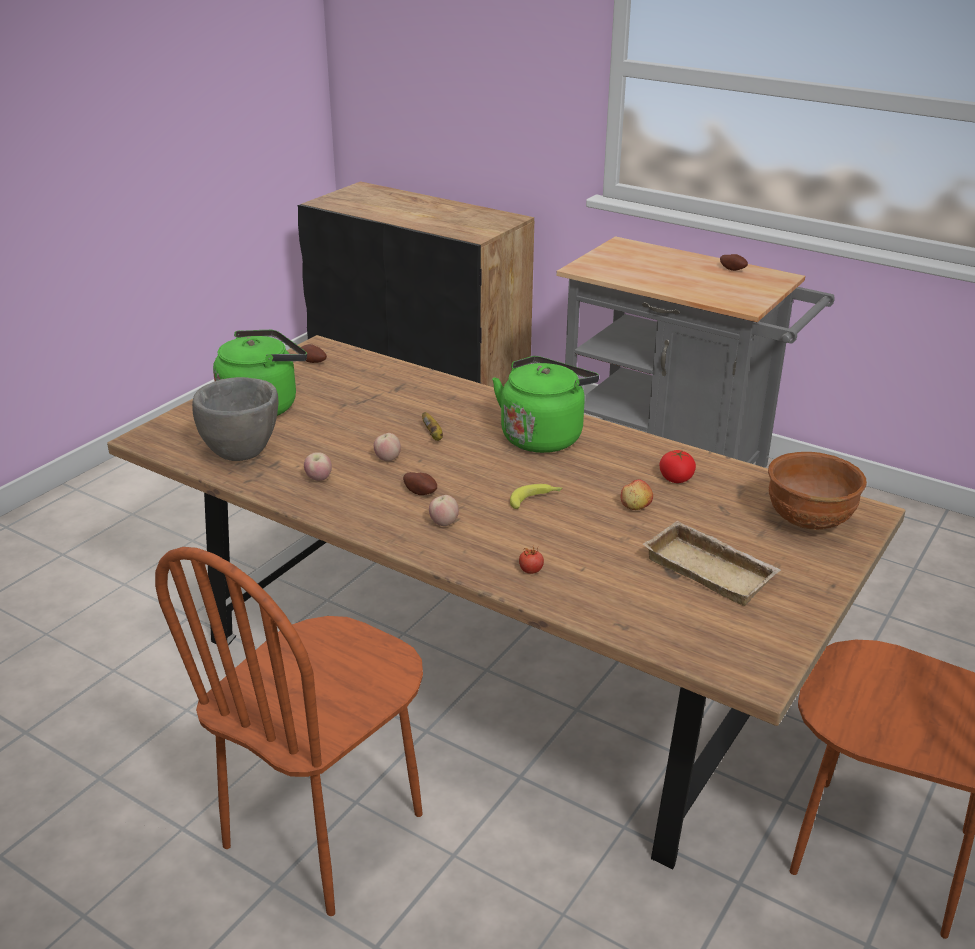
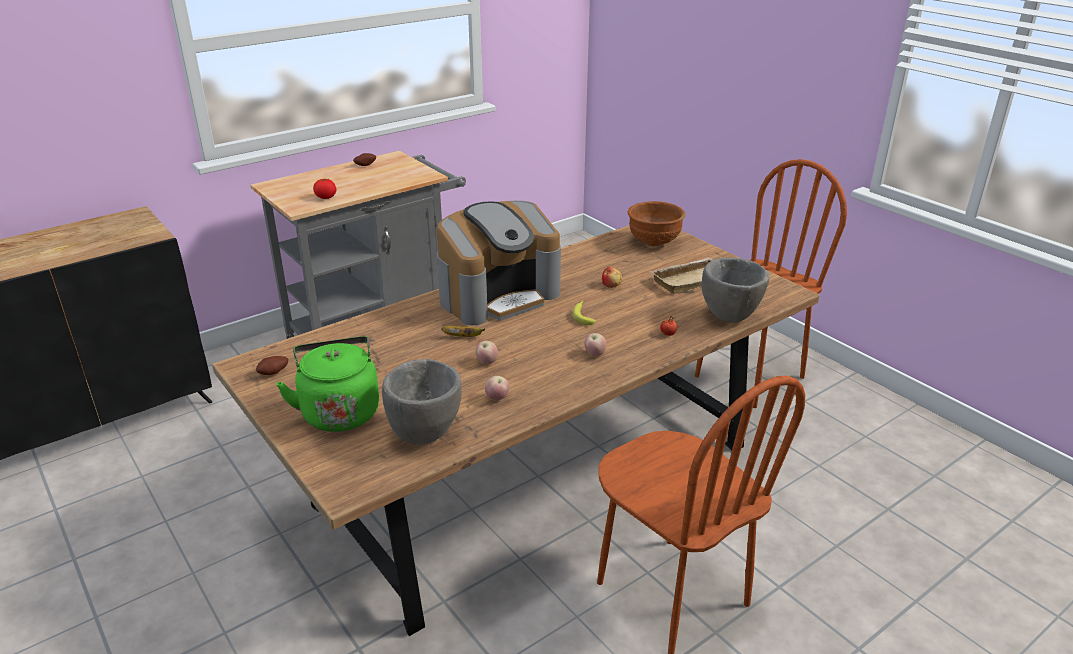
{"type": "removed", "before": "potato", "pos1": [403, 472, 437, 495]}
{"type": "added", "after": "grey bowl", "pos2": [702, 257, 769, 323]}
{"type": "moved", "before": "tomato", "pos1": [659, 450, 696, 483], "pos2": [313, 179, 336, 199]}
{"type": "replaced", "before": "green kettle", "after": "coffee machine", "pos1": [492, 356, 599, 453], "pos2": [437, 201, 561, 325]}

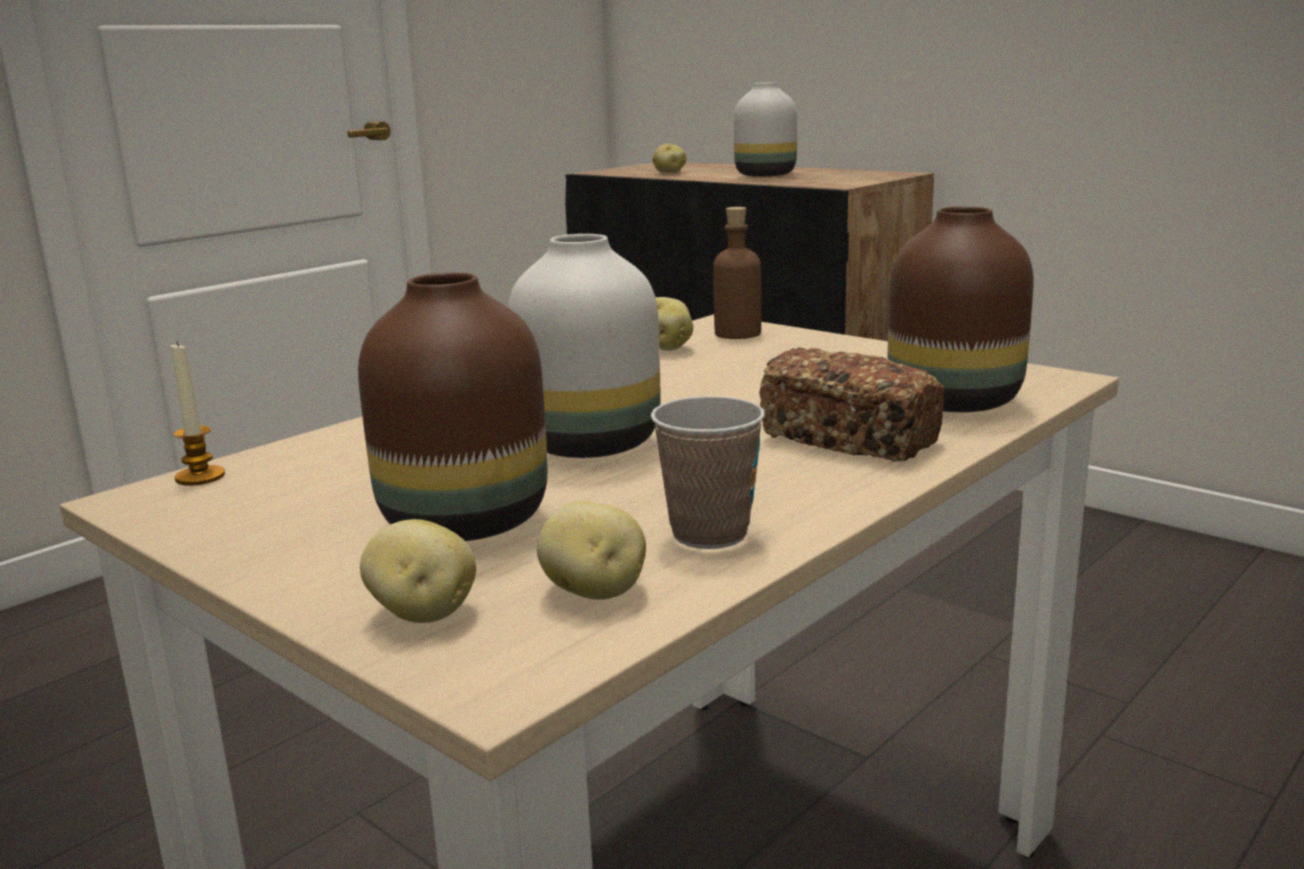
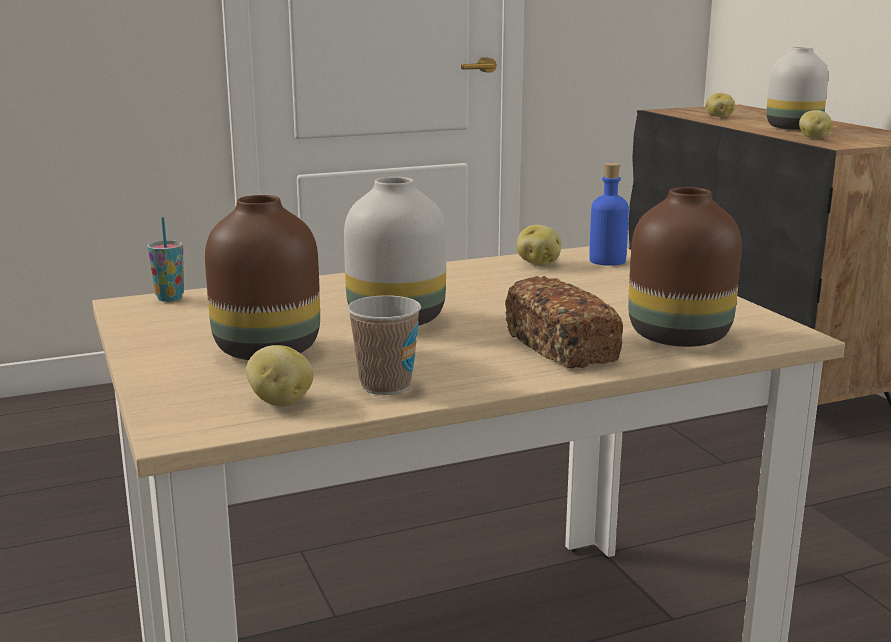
{"type": "moved", "before": "potato", "pos1": [360, 519, 476, 623], "pos2": [799, 110, 833, 139]}
{"type": "replaced", "before": "candle", "after": "cup", "pos1": [170, 341, 225, 486], "pos2": [148, 217, 184, 302]}
{"type": "recoloured", "before": "brown bottle", "after": "blue bottle", "pos1": [713, 207, 761, 339], "pos2": [589, 163, 629, 266]}

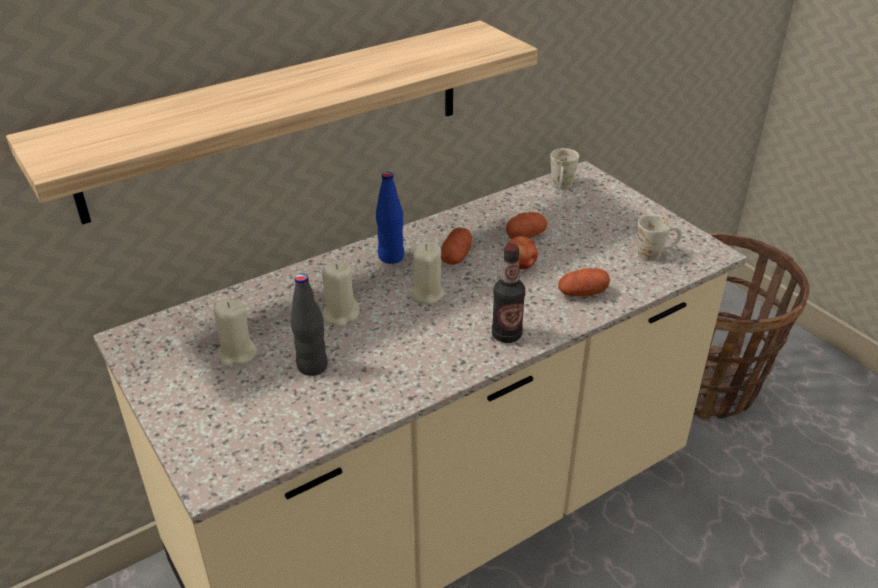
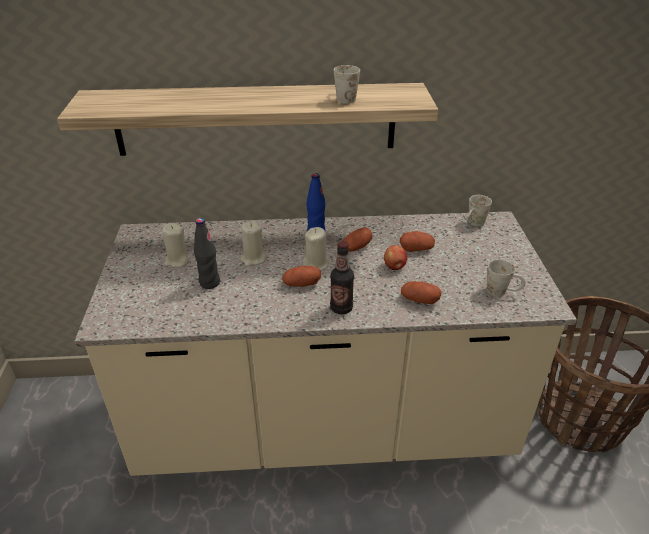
{"type": "added", "after": "potato", "pos2": [282, 266, 321, 287]}
{"type": "added", "after": "white mug", "pos2": [334, 65, 360, 104]}

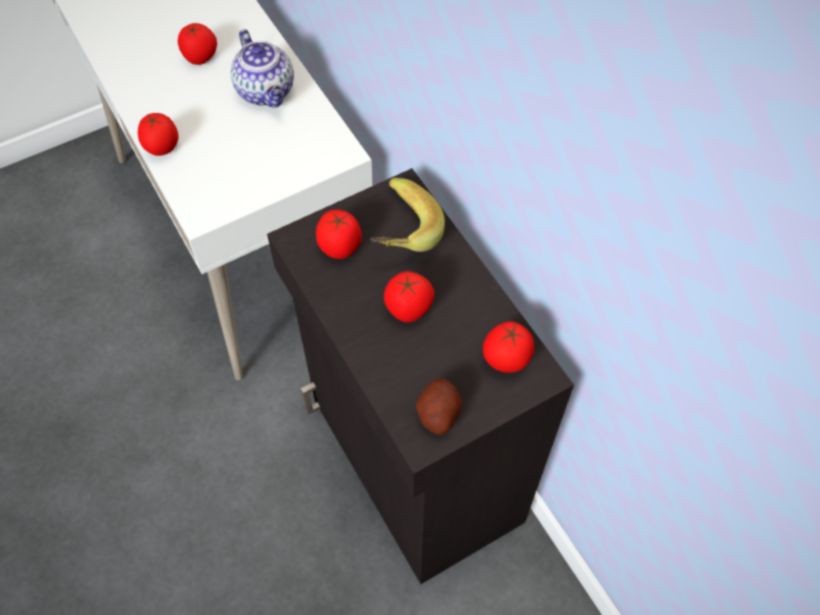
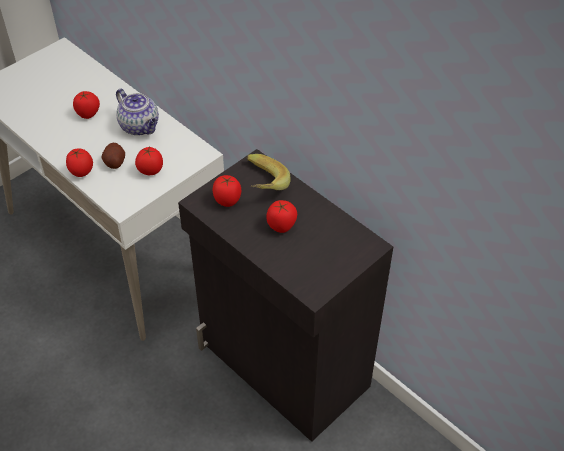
{"type": "moved", "before": "potato", "pos1": [416, 378, 462, 435], "pos2": [102, 143, 125, 169]}
{"type": "moved", "before": "tomato", "pos1": [483, 321, 534, 373], "pos2": [135, 147, 163, 175]}

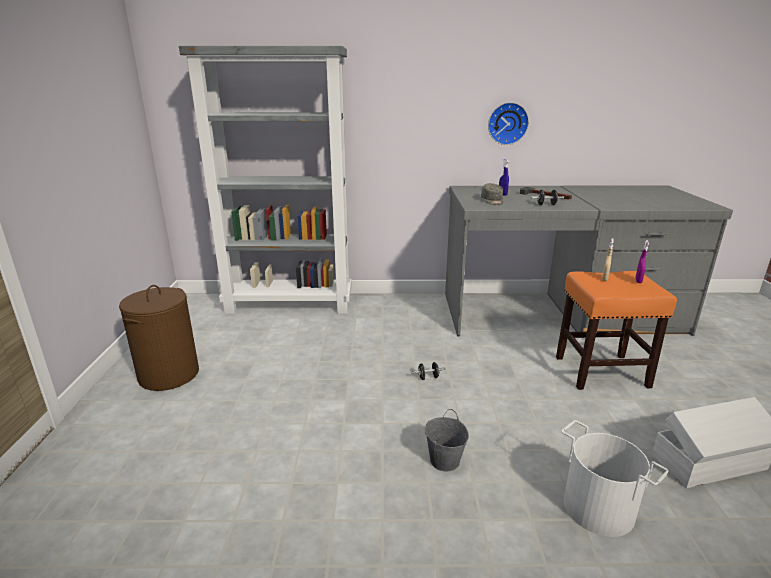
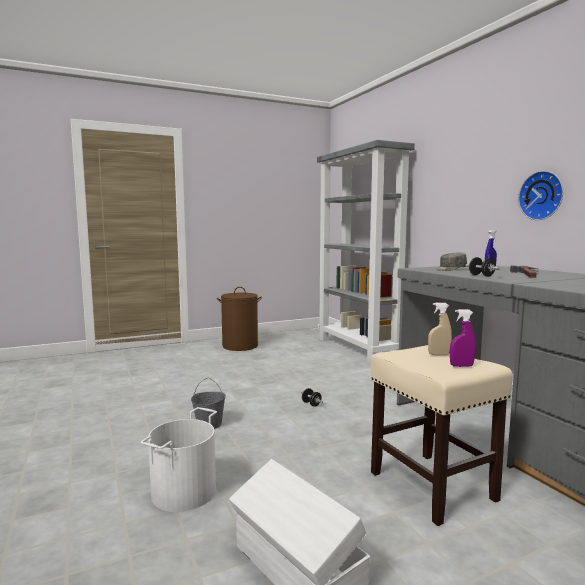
{"type": "recoloured", "before": "orange stool", "after": "beige stool", "pos1": [556, 271, 677, 390], "pos2": [371, 345, 513, 526]}

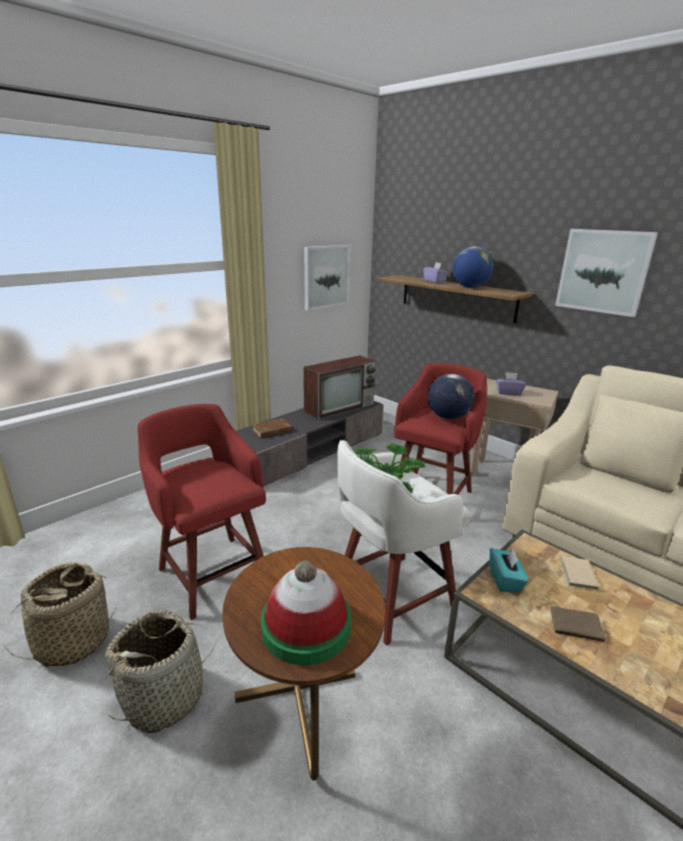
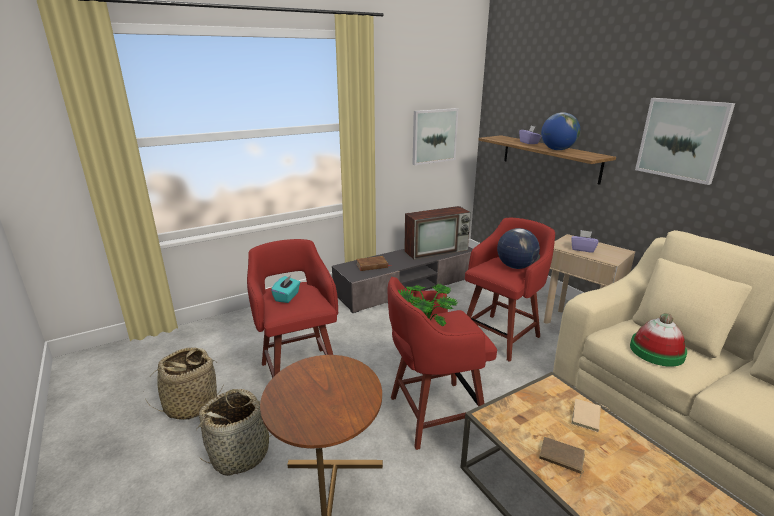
{"type": "moved", "before": "hat", "pos1": [261, 560, 352, 665], "pos2": [630, 313, 687, 367]}
{"type": "moved", "before": "turquoise tissue box", "pos1": [489, 548, 528, 592], "pos2": [271, 275, 300, 303]}
{"type": "recoloured", "before": "white stool", "after": "red stool", "pos1": [338, 440, 471, 646], "pos2": [388, 277, 497, 450]}

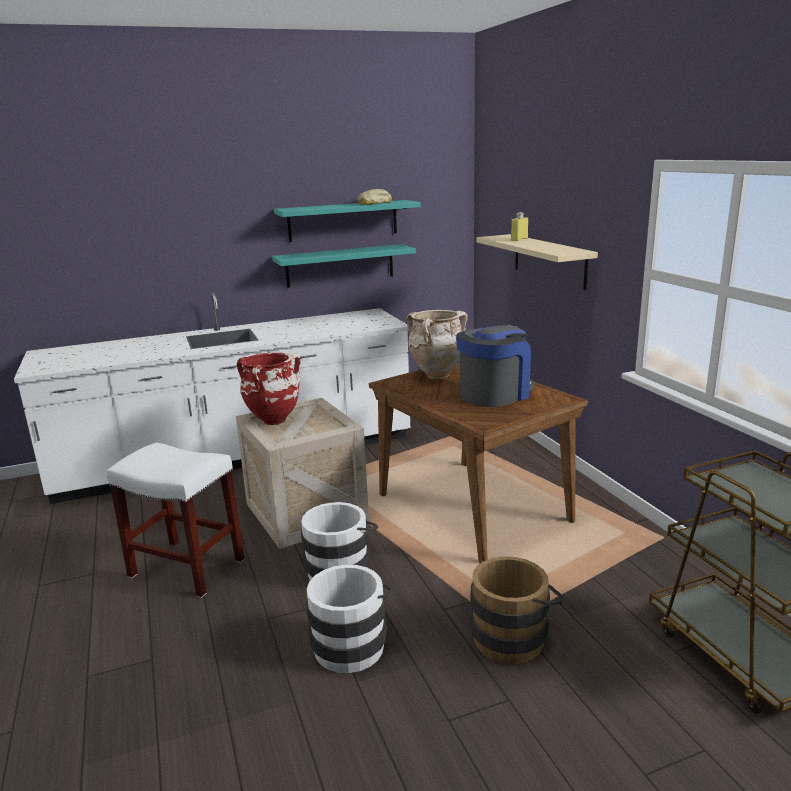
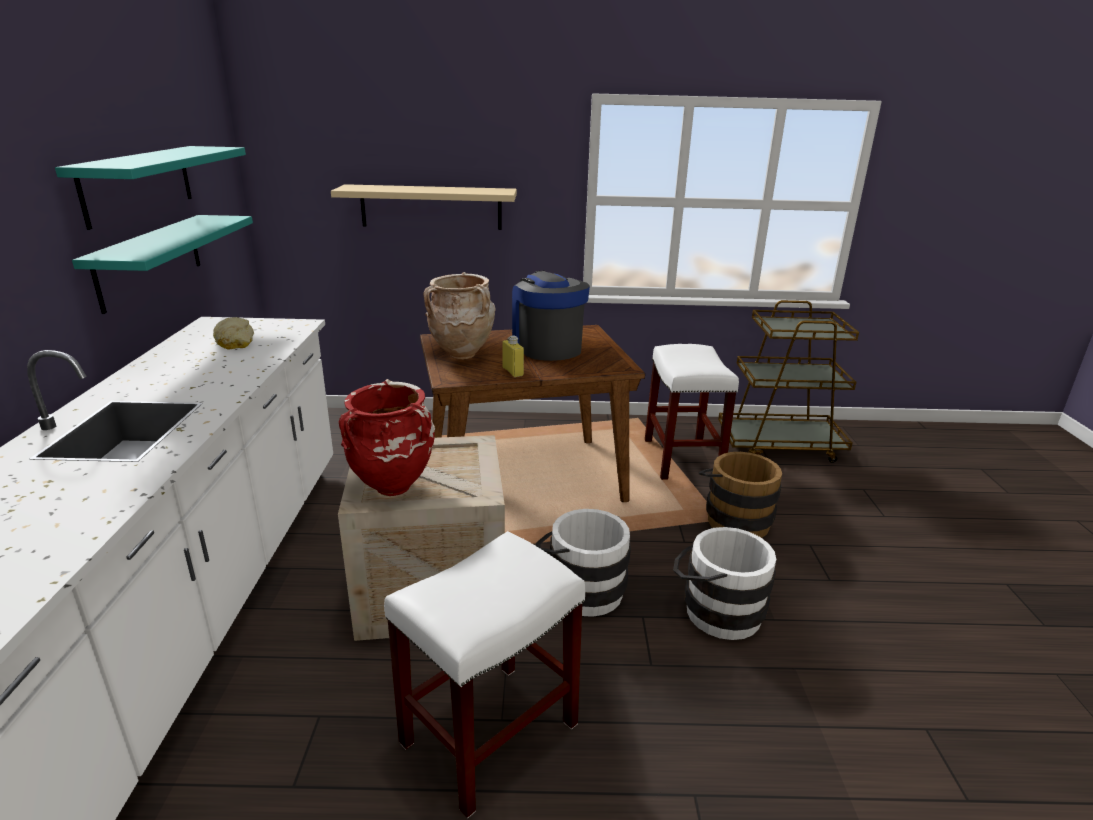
{"type": "added", "after": "white stool", "pos2": [645, 344, 739, 480]}
{"type": "moved", "before": "bread", "pos1": [358, 189, 392, 205], "pos2": [213, 317, 254, 349]}
{"type": "moved", "before": "yellow bottle", "pos1": [511, 212, 528, 241], "pos2": [502, 335, 524, 377]}

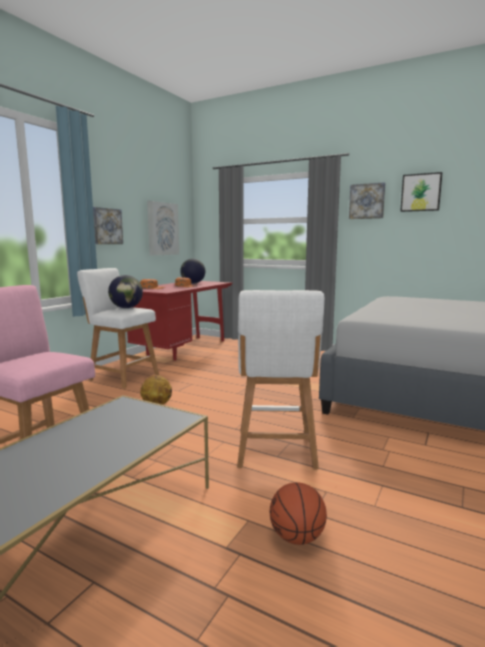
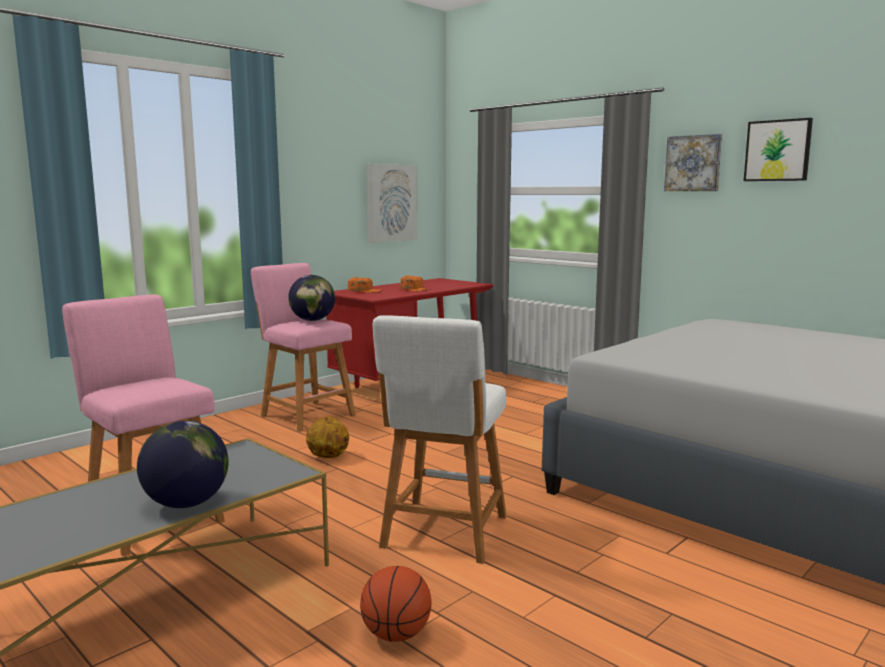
{"type": "removed", "before": "picture", "pos1": [93, 207, 123, 244]}
{"type": "moved", "before": "globe", "pos1": [180, 259, 205, 284], "pos2": [137, 421, 229, 508]}
{"type": "recoloured", "before": "white stool", "after": "pink stool", "pos1": [77, 268, 159, 389], "pos2": [251, 263, 356, 432]}

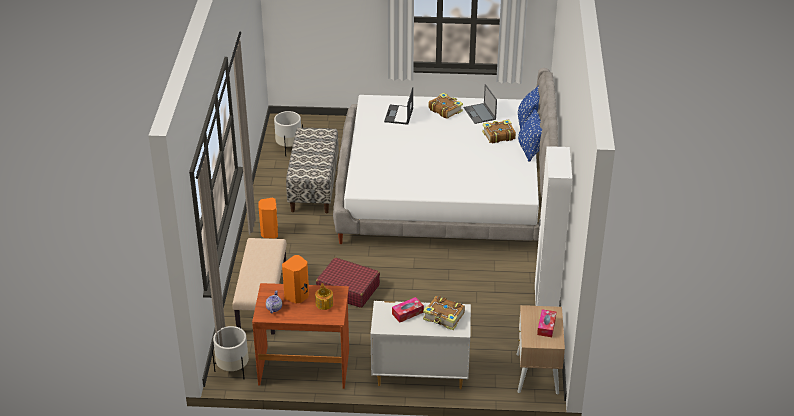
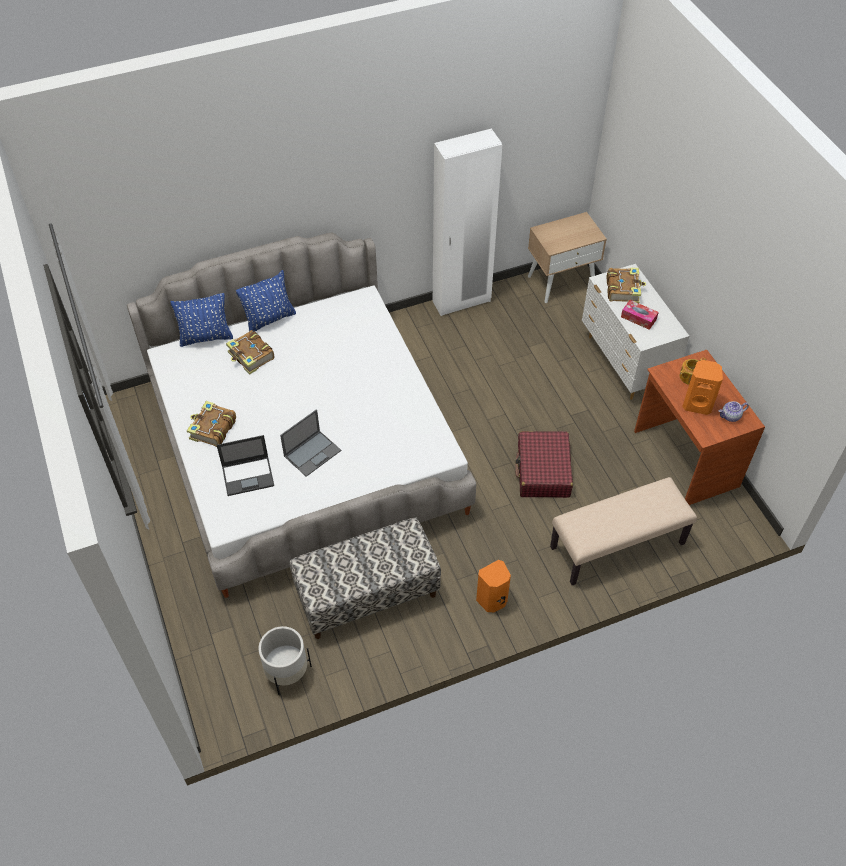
{"type": "removed", "before": "white planter", "pos1": [212, 326, 249, 379]}
{"type": "removed", "before": "tissue box", "pos1": [537, 309, 556, 337]}
{"type": "moved", "before": "laptop", "pos1": [464, 84, 497, 124], "pos2": [280, 409, 341, 477]}

